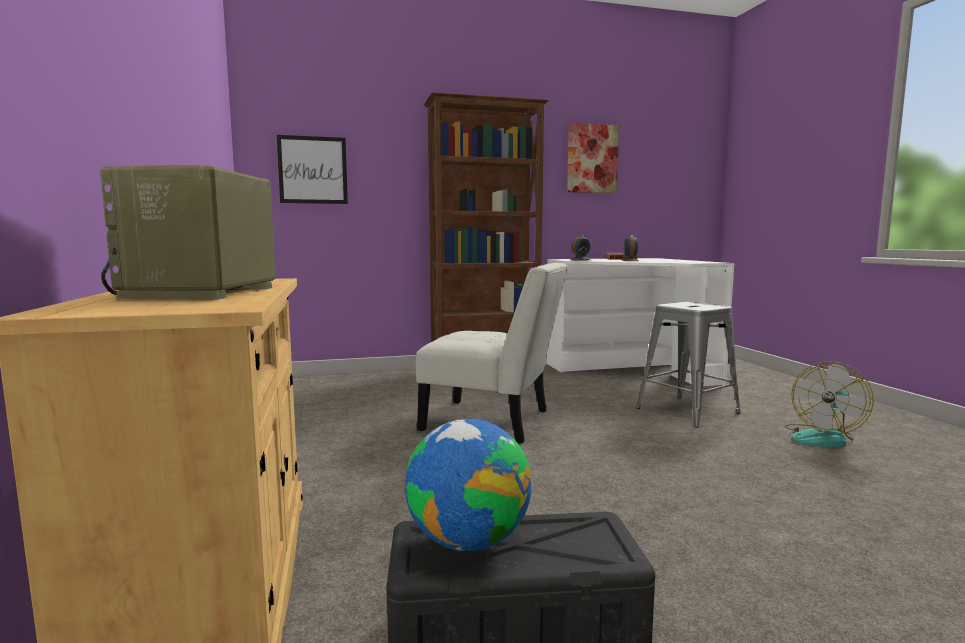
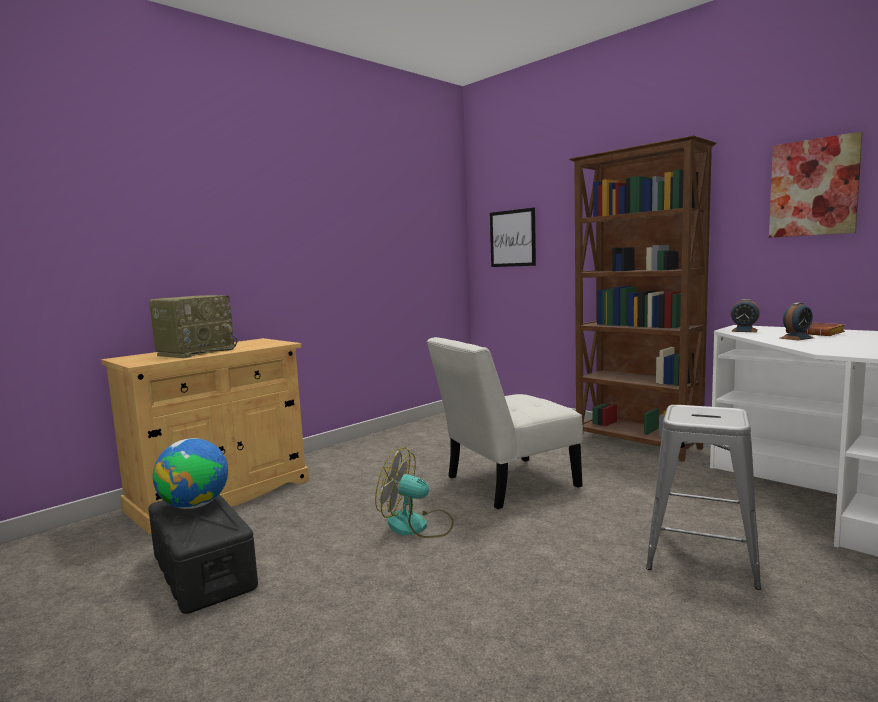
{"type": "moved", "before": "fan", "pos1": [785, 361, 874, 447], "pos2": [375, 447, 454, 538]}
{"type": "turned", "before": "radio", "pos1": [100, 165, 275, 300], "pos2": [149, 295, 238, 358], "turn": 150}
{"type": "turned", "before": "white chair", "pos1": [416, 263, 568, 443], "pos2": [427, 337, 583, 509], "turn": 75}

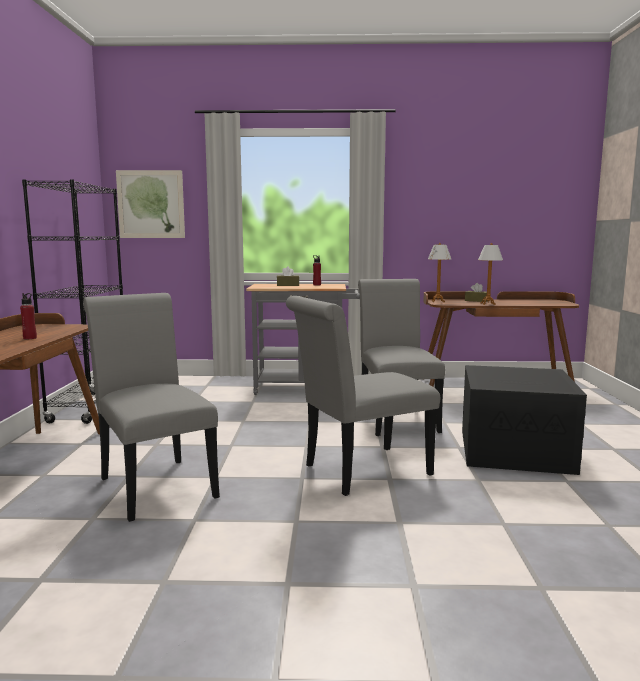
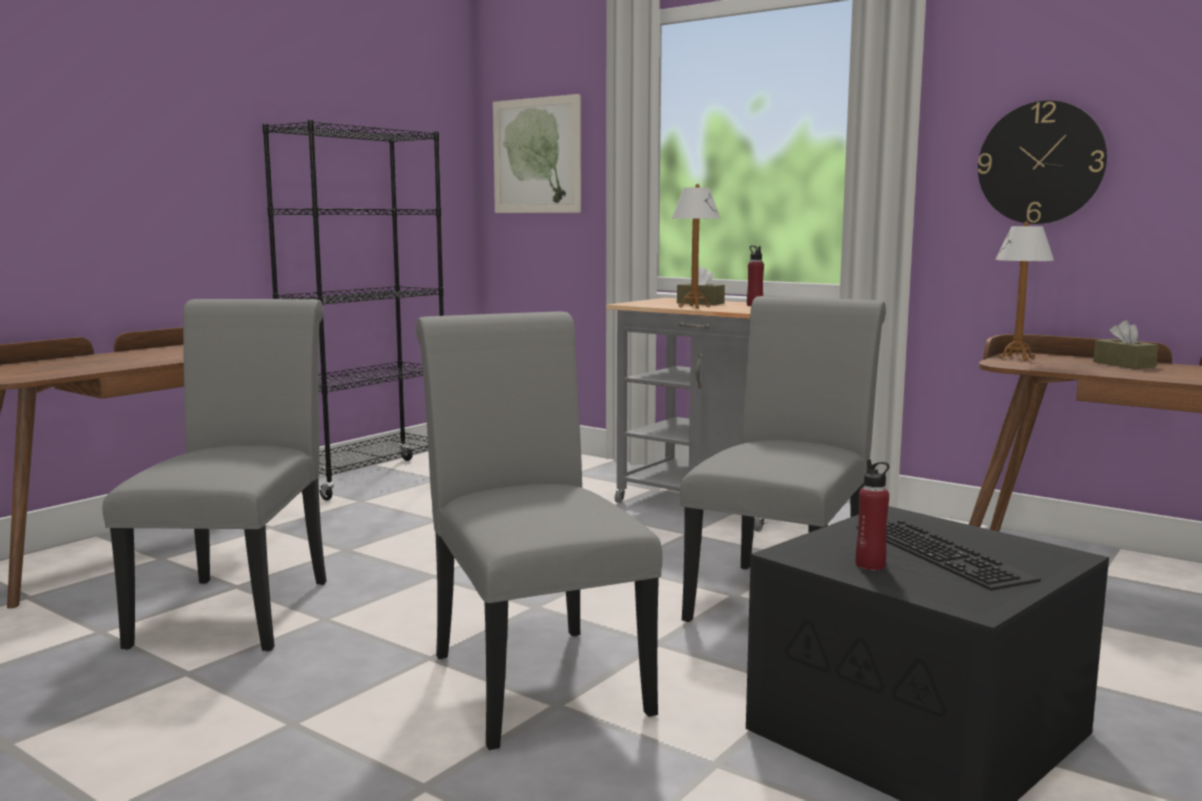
{"type": "added", "after": "keyboard", "pos2": [857, 520, 1041, 591]}
{"type": "added", "after": "wall clock", "pos2": [978, 100, 1107, 224]}
{"type": "moved", "before": "red bottle", "pos1": [20, 293, 37, 339], "pos2": [856, 459, 890, 570]}
{"type": "moved", "before": "table lamp", "pos1": [478, 243, 503, 305], "pos2": [672, 184, 720, 309]}
{"type": "turned", "before": "grey chair", "pos1": [286, 296, 440, 496], "pos2": [416, 311, 662, 750], "turn": 60}

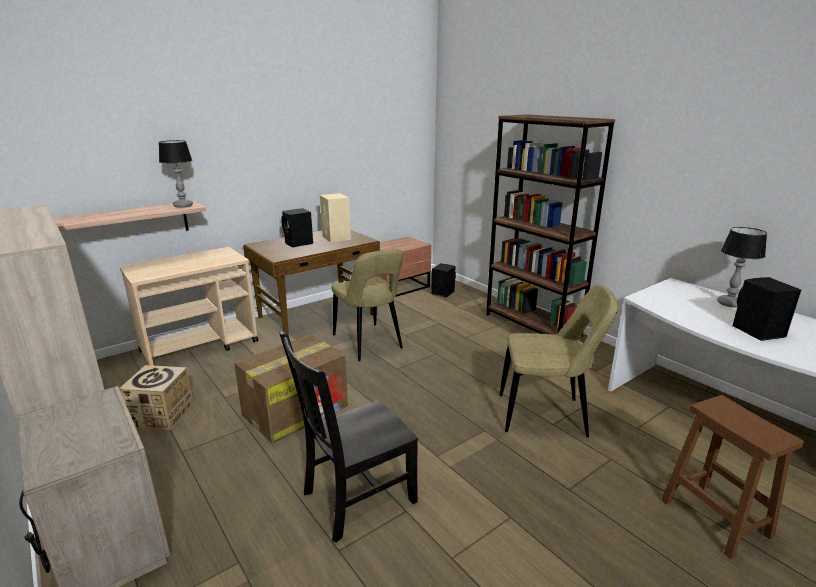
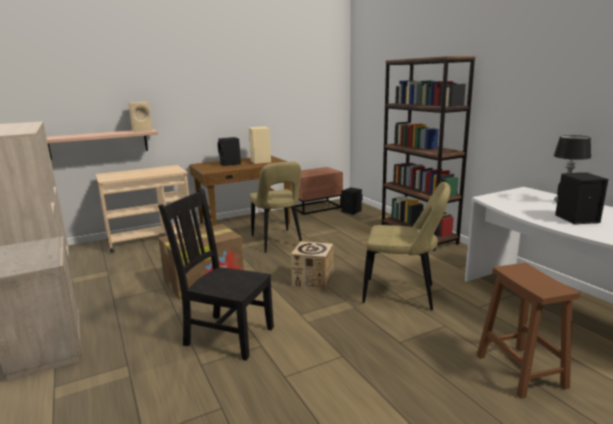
{"type": "moved", "before": "cardboard box", "pos1": [119, 365, 193, 430], "pos2": [291, 241, 333, 289]}
{"type": "replaced", "before": "table lamp", "after": "beige speaker", "pos1": [159, 140, 193, 208], "pos2": [128, 102, 152, 132]}
{"type": "turned", "before": "black chair", "pos1": [279, 332, 418, 543], "pos2": [158, 188, 274, 361], "turn": 45}

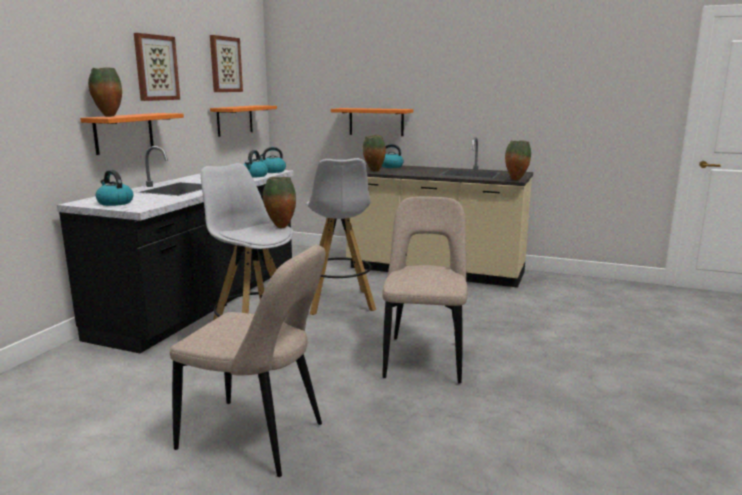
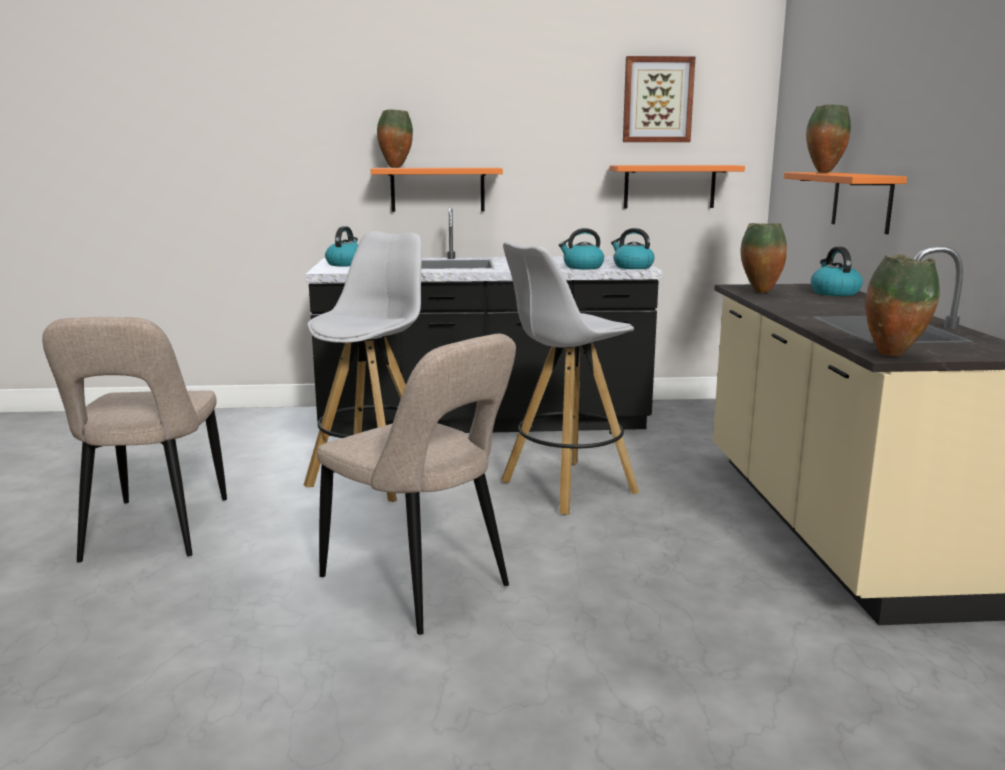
{"type": "removed", "before": "picture", "pos1": [134, 33, 180, 101]}
{"type": "moved", "before": "vase", "pos1": [263, 177, 296, 229], "pos2": [806, 104, 851, 172]}
{"type": "turned", "before": "beige chair", "pos1": [382, 196, 468, 383], "pos2": [317, 334, 516, 635], "turn": 60}

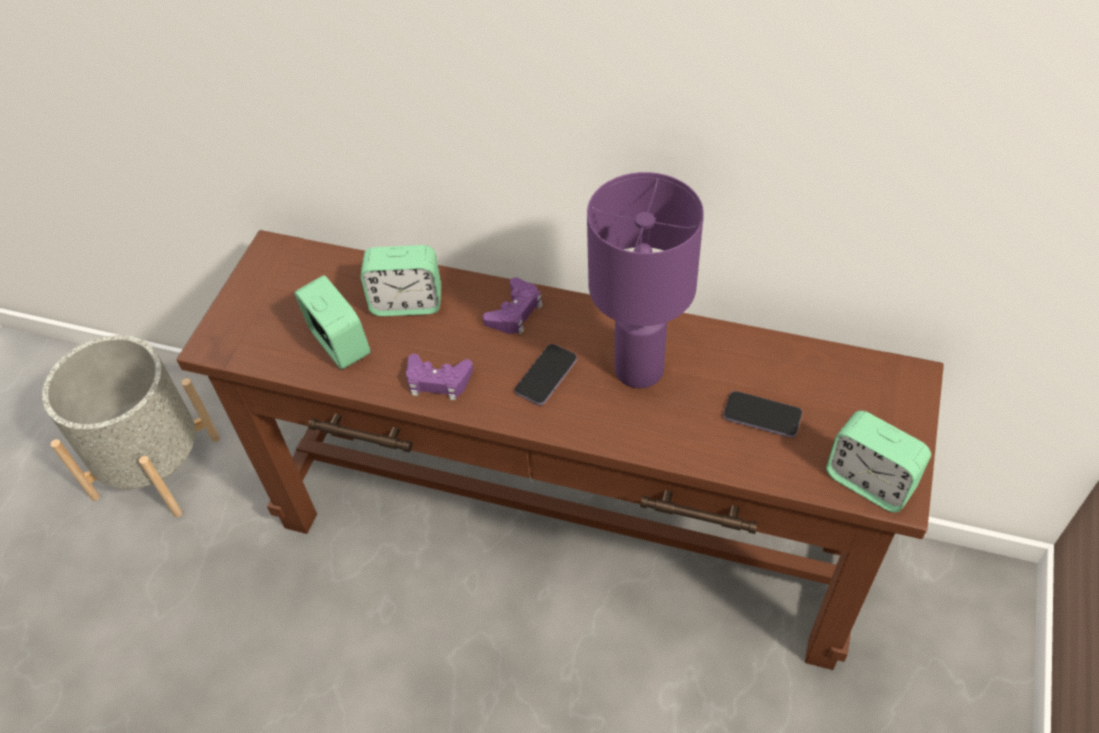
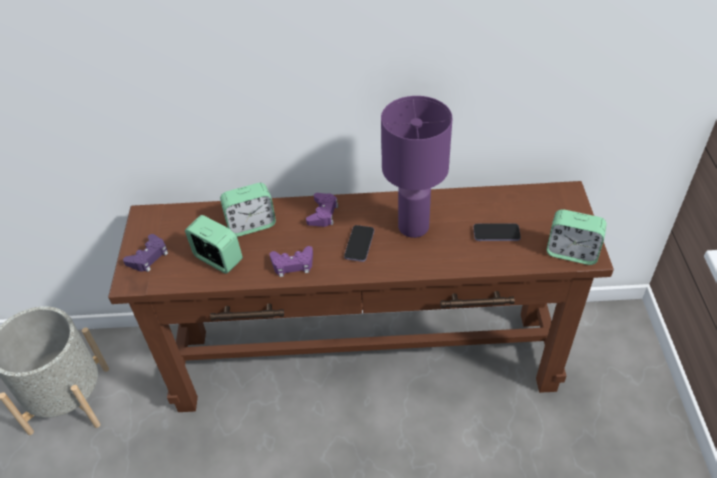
{"type": "added", "after": "purple game controller", "pos2": [123, 234, 168, 272]}

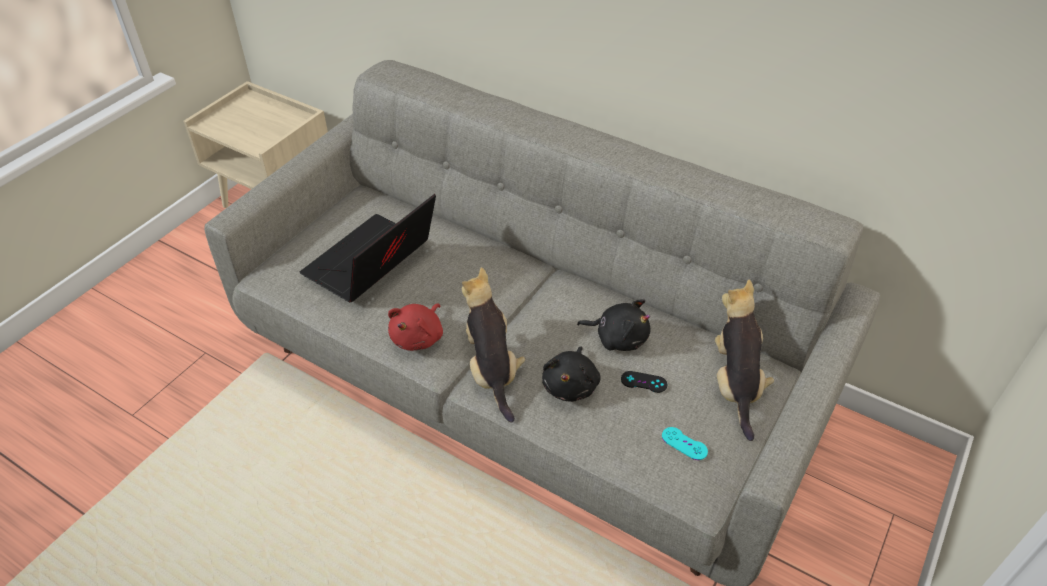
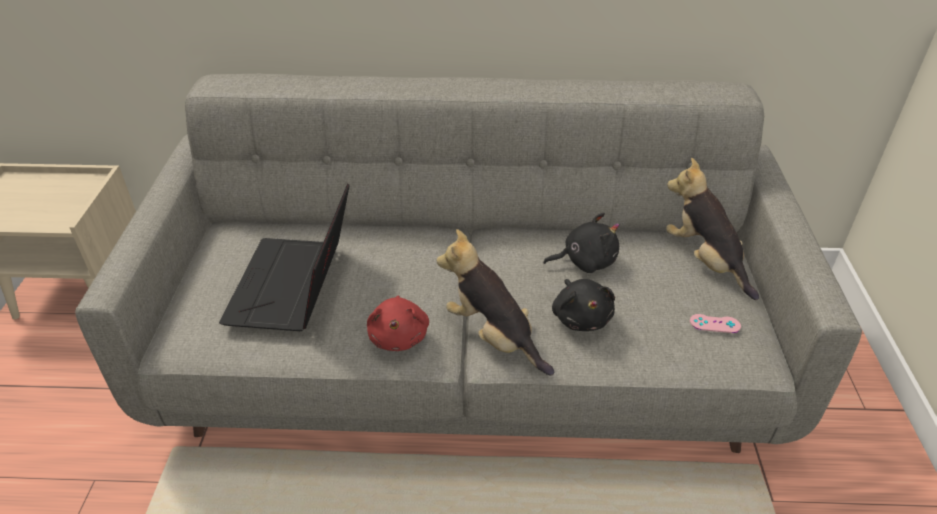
{"type": "removed", "before": "black game controller", "pos1": [621, 371, 667, 393]}
{"type": "recoloured", "before": "turquoise game controller", "after": "pink game controller", "pos1": [662, 427, 708, 460], "pos2": [690, 314, 741, 333]}

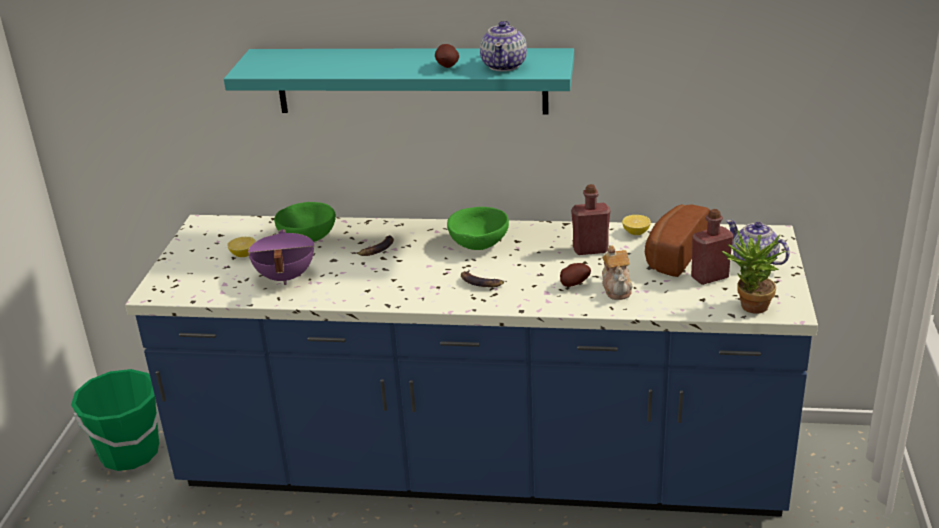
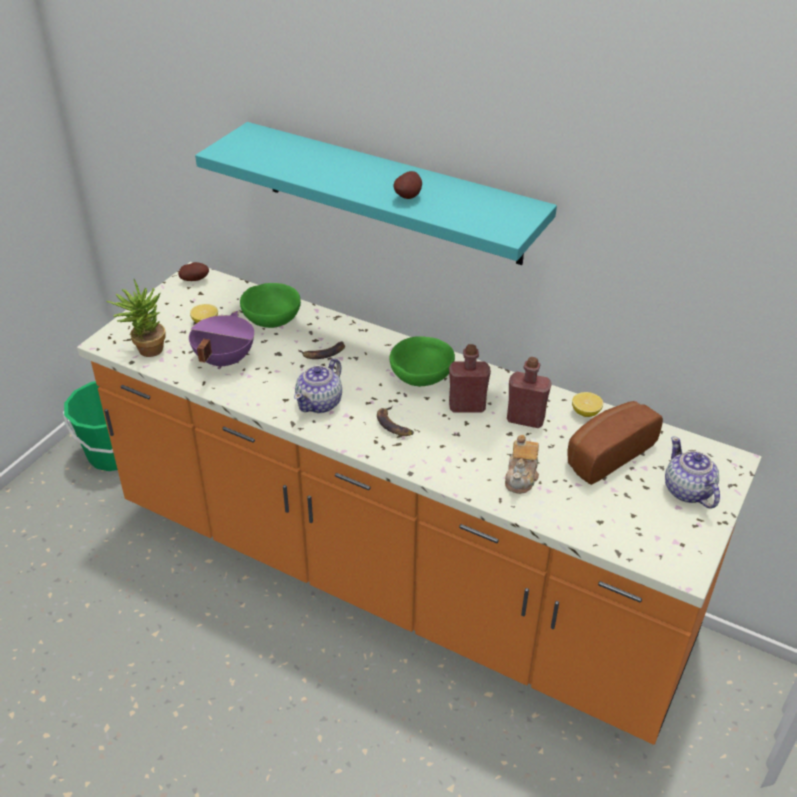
{"type": "moved", "before": "teapot", "pos1": [480, 21, 527, 71], "pos2": [294, 359, 342, 413]}
{"type": "moved", "before": "potato", "pos1": [560, 263, 591, 287], "pos2": [178, 262, 209, 281]}
{"type": "moved", "before": "red bottle", "pos1": [691, 209, 733, 285], "pos2": [449, 344, 491, 413]}
{"type": "moved", "before": "potted plant", "pos1": [722, 230, 787, 314], "pos2": [106, 279, 166, 357]}
{"type": "recoloured", "before": "blue counter", "after": "orange counter", "pos1": [125, 215, 818, 517], "pos2": [77, 262, 762, 745]}

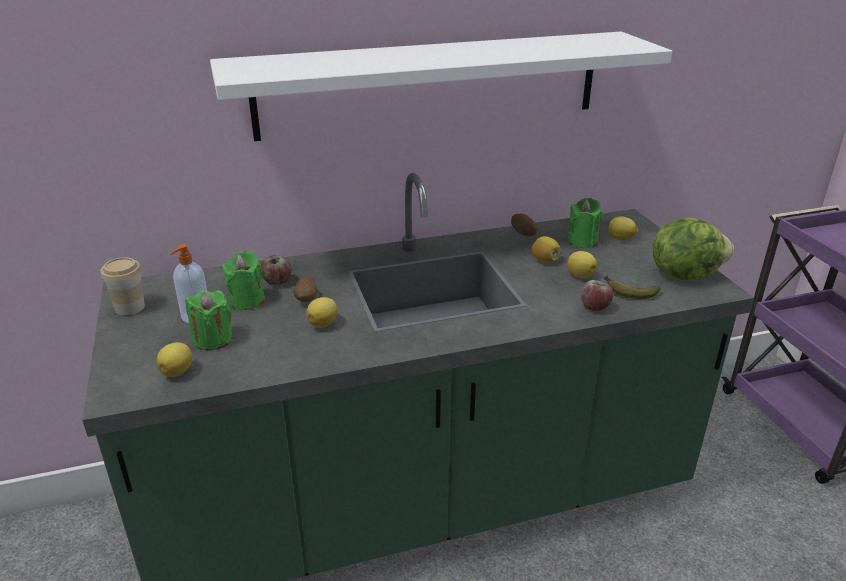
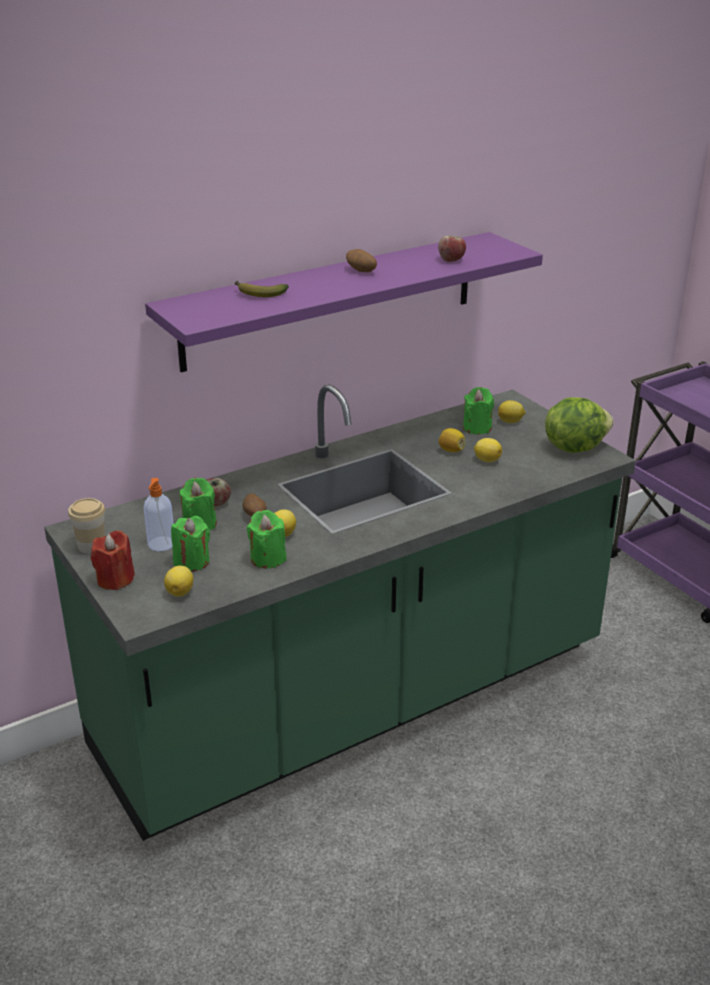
{"type": "added", "after": "red candle", "pos2": [91, 530, 135, 590]}
{"type": "added", "after": "green candle", "pos2": [247, 510, 287, 569]}
{"type": "moved", "before": "potato", "pos1": [511, 214, 538, 237], "pos2": [346, 249, 377, 272]}
{"type": "moved", "before": "apple", "pos1": [581, 280, 613, 311], "pos2": [438, 236, 466, 262]}
{"type": "moved", "before": "banana", "pos1": [604, 276, 660, 299], "pos2": [235, 281, 289, 297]}
{"type": "recoloured", "before": "white shelf", "after": "purple shelf", "pos1": [210, 31, 672, 141], "pos2": [145, 232, 543, 372]}

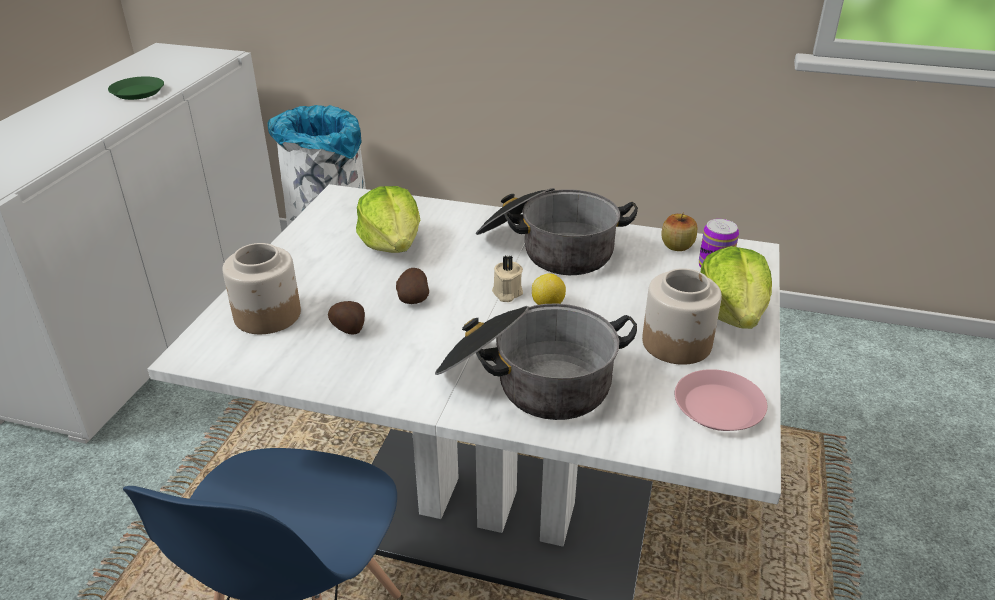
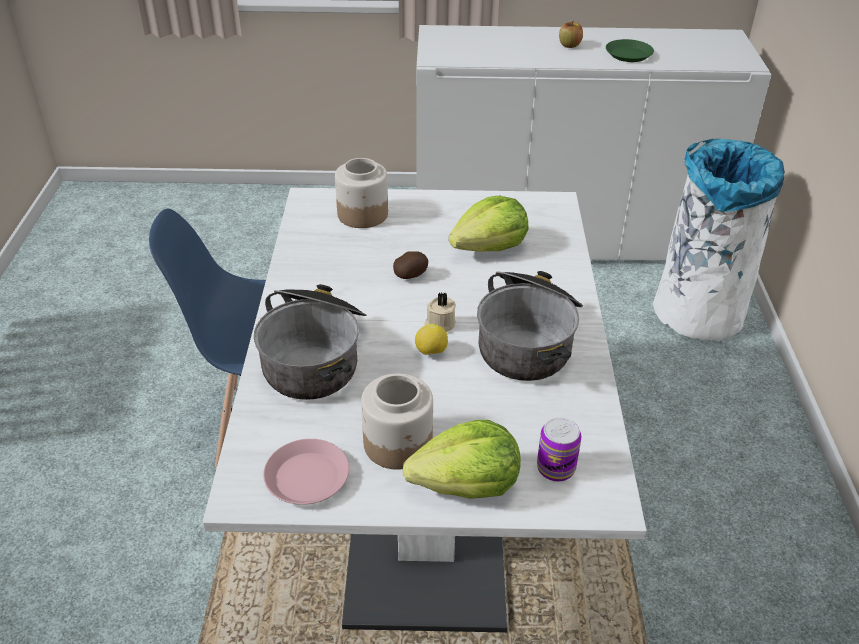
{"type": "removed", "before": "potato", "pos1": [328, 301, 365, 334]}
{"type": "moved", "before": "apple", "pos1": [661, 213, 697, 251], "pos2": [559, 20, 583, 48]}

